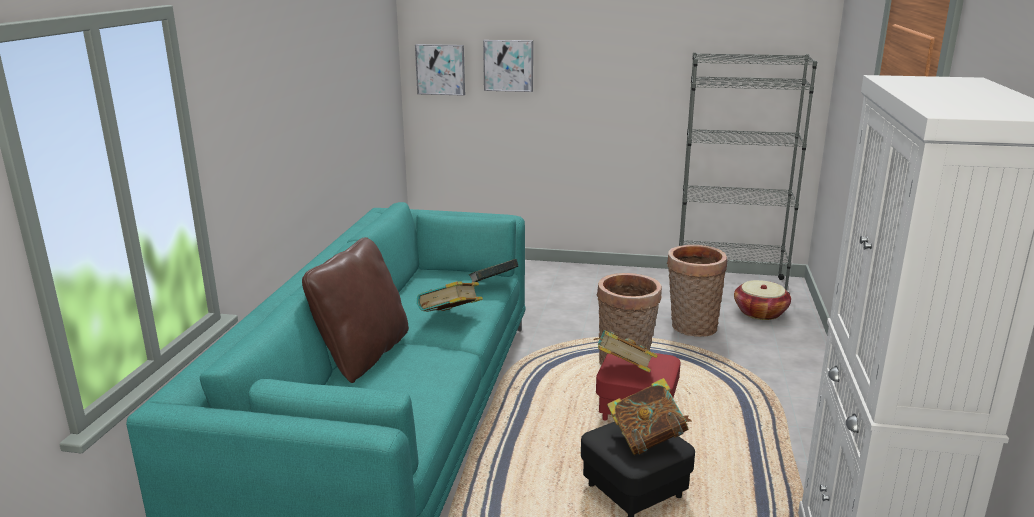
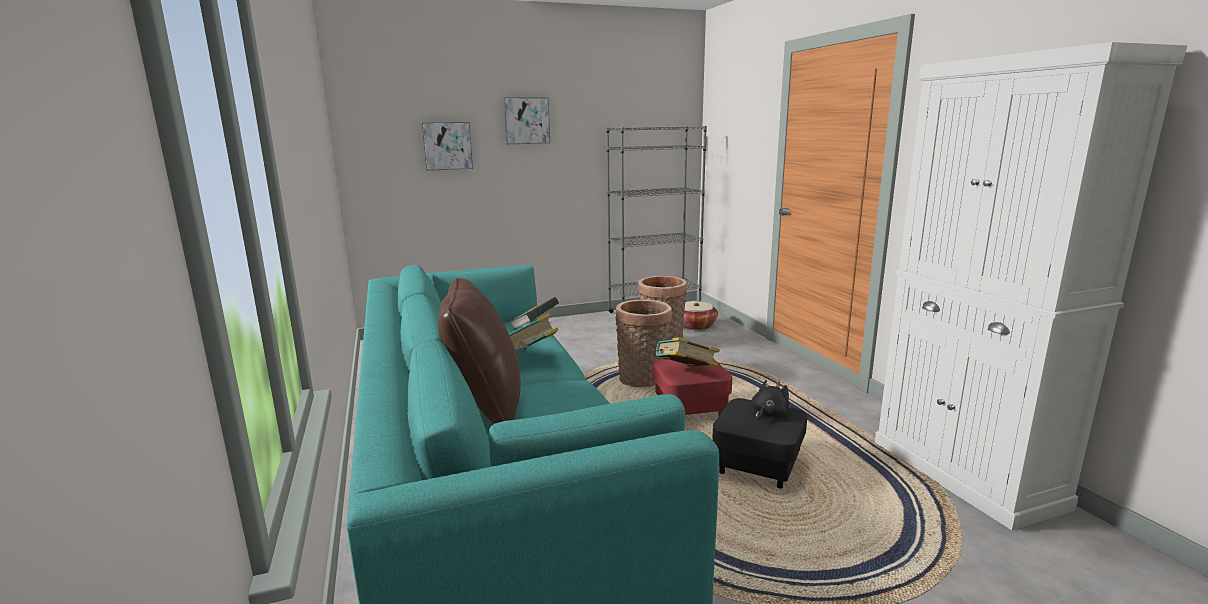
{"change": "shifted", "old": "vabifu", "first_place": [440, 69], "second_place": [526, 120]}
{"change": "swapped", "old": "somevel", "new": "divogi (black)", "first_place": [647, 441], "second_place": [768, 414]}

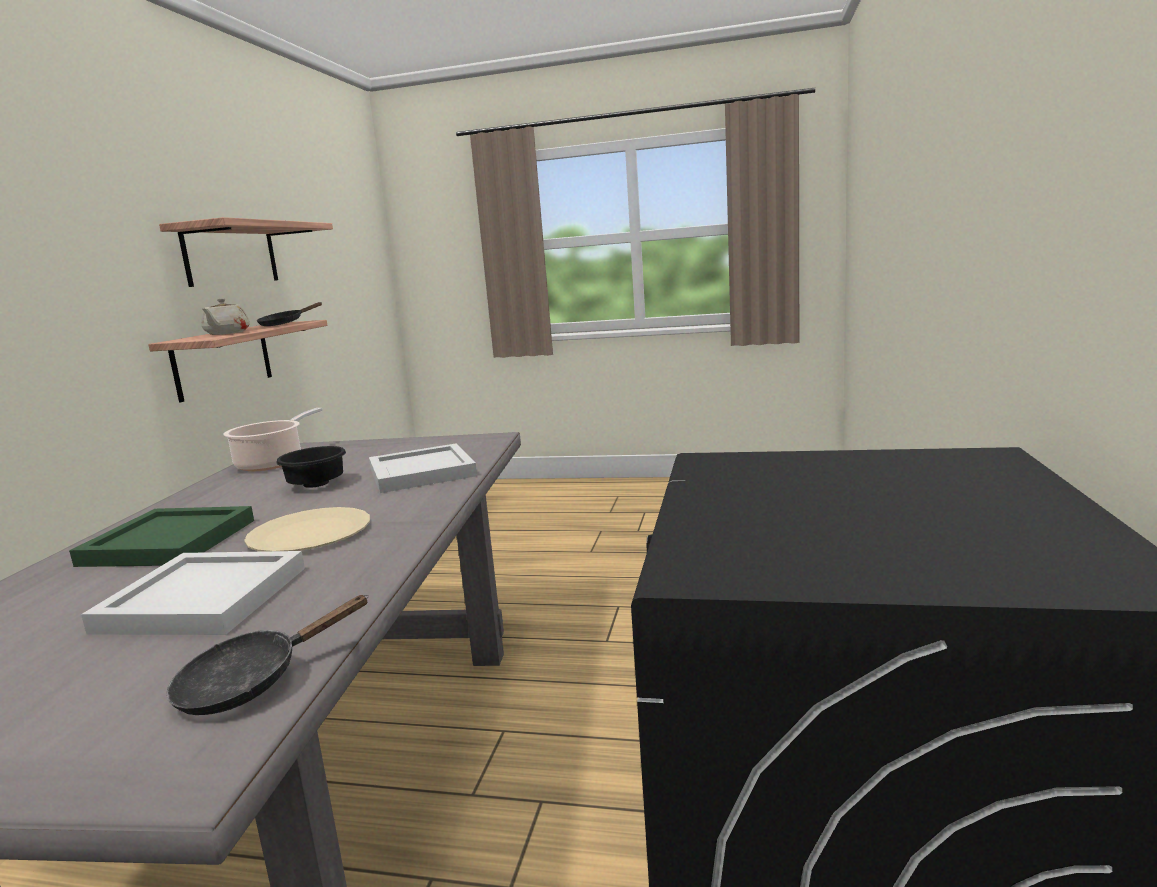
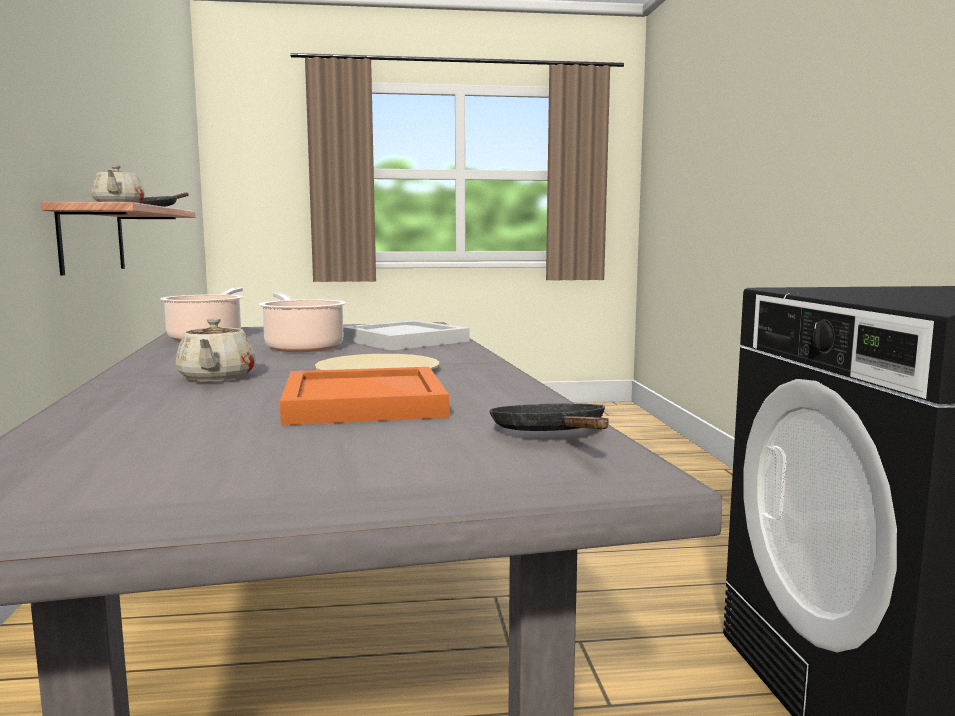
{"change": "swapped", "old": "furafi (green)", "new": "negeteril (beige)", "first_place": [169, 541], "second_place": [216, 378]}
{"change": "swapped", "old": "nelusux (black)", "new": "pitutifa", "first_place": [317, 484], "second_place": [302, 347]}
{"change": "repainted", "old": "furafi (white)", "new": "furafi (orange)", "first_place": [207, 597], "second_place": [366, 402]}
{"change": "rotated", "old": "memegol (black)", "first_place": [252, 682], "second_place": [552, 435], "degrees": 135}
{"change": "gone", "old": "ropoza", "first_place": [231, 255]}

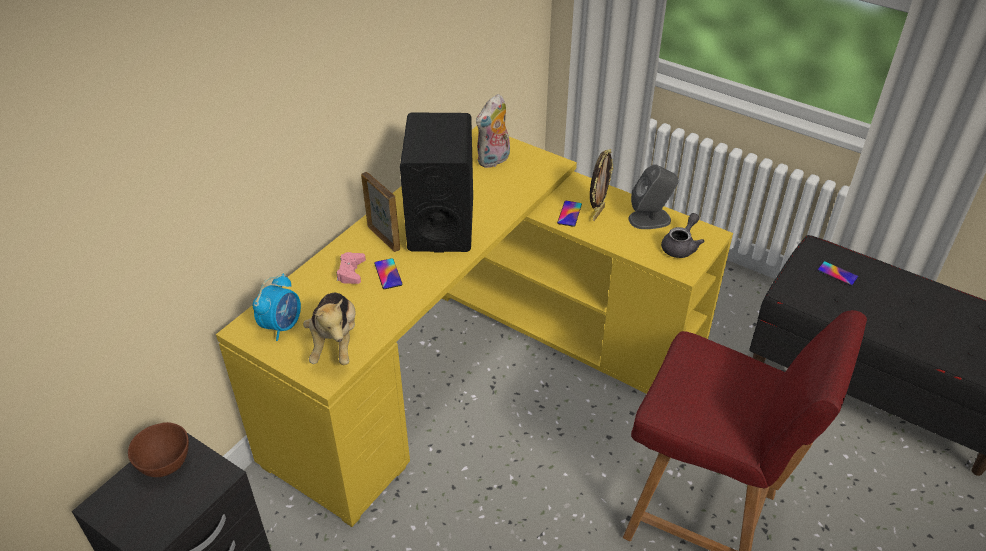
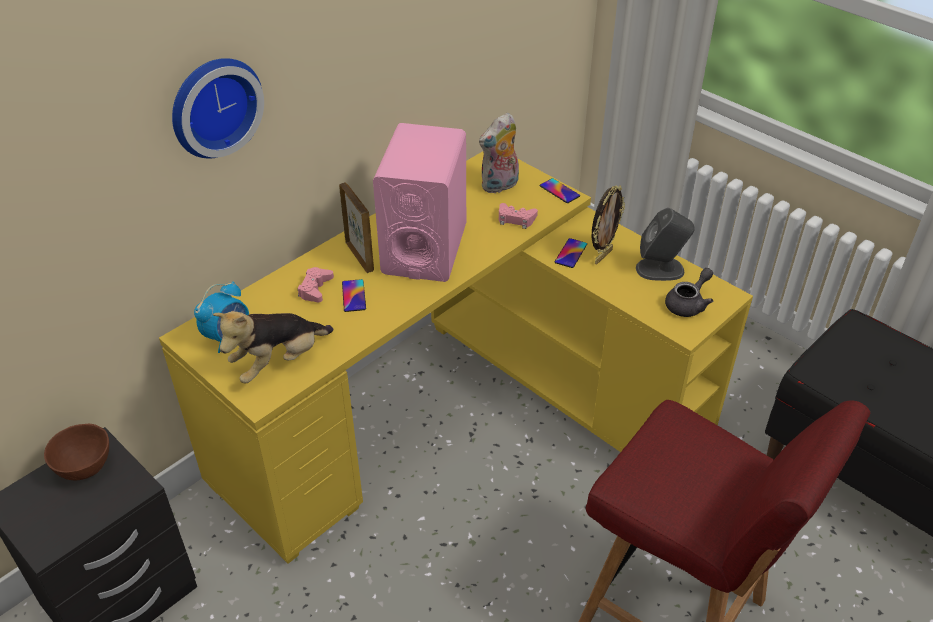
{"change": "new", "new": "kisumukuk", "second_place": [213, 105]}
{"change": "rotated", "old": "divogi", "first_place": [335, 342], "second_place": [278, 362], "degrees": 45}
{"change": "repainted", "old": "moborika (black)", "new": "moborika (pink)", "first_place": [441, 224], "second_place": [424, 248]}
{"change": "new", "new": "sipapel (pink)", "second_place": [516, 219]}
{"change": "shifted", "old": "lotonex", "first_place": [837, 274], "second_place": [559, 191]}

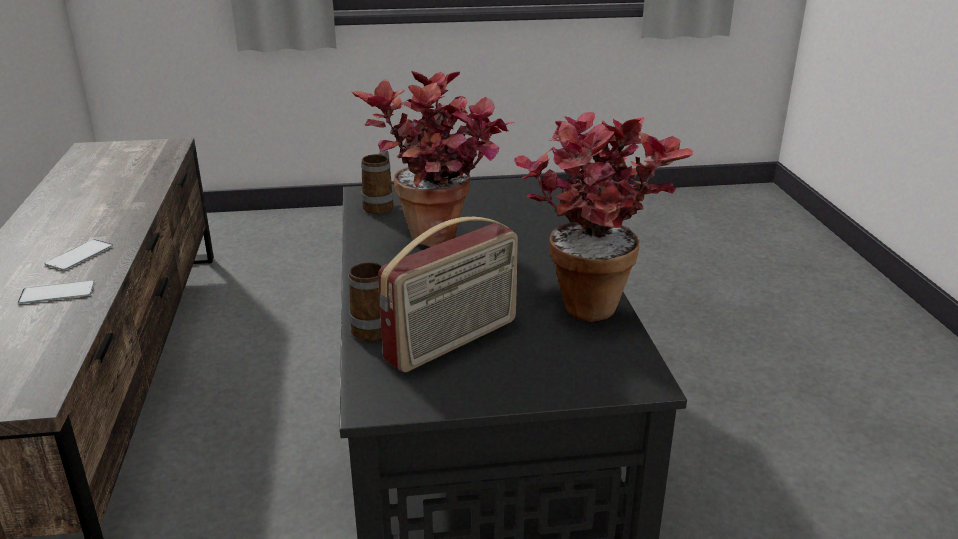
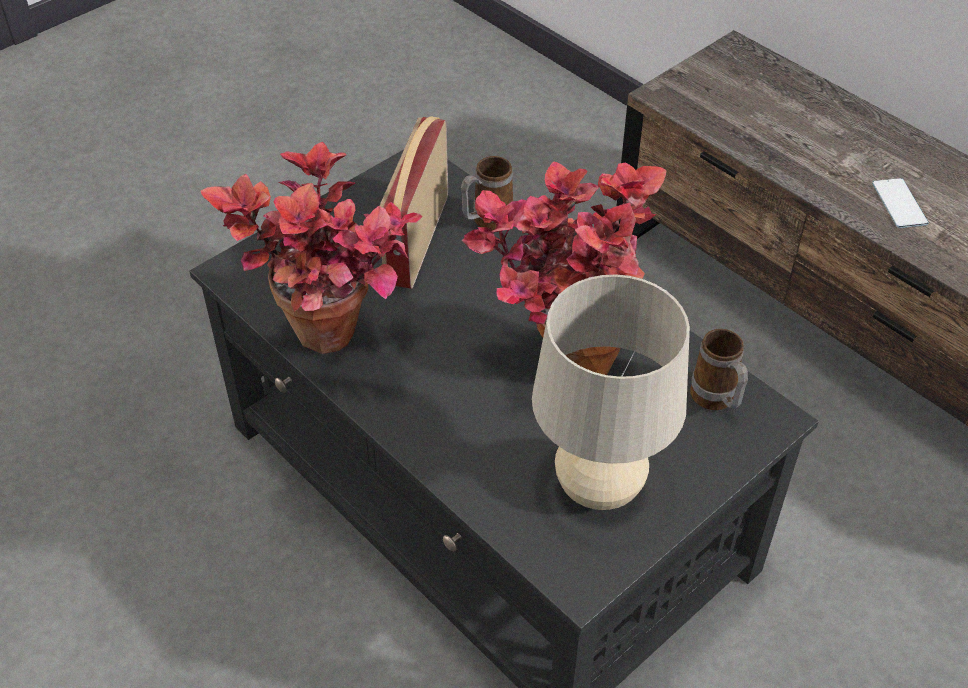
{"change": "new", "new": "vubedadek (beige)", "second_place": [598, 488]}
{"change": "gone", "old": "lotonex", "first_place": [57, 293]}

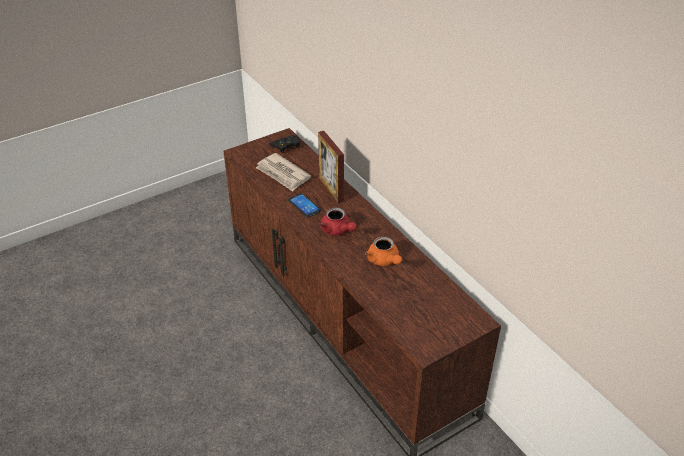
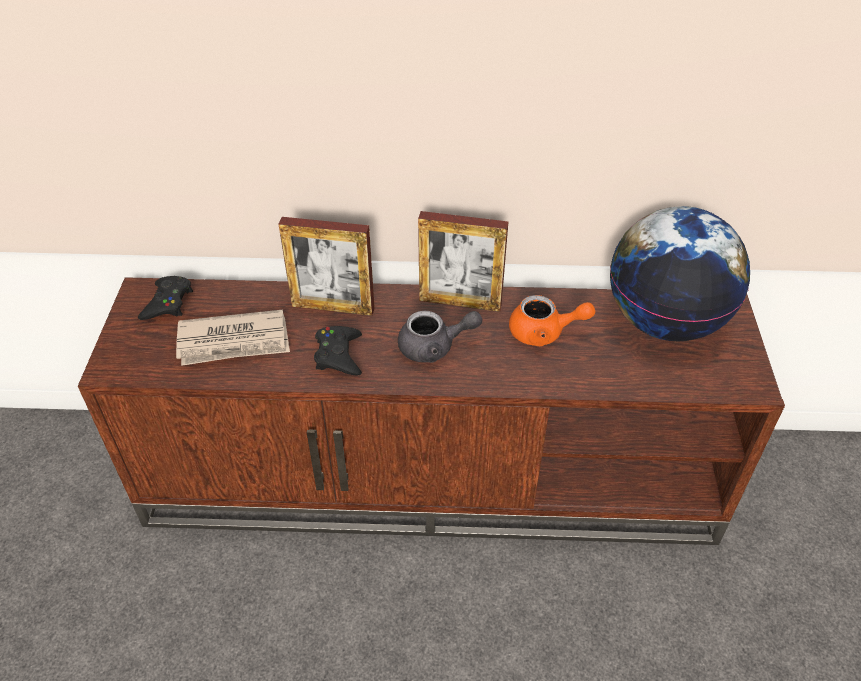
{"change": "swapped", "old": "lotonex", "new": "sipapel (black)", "first_place": [304, 205], "second_place": [339, 355]}
{"change": "repainted", "old": "negeteril (red)", "new": "negeteril (grey)", "first_place": [338, 230], "second_place": [434, 347]}
{"change": "new", "new": "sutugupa", "second_place": [460, 302]}
{"change": "new", "new": "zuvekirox", "second_place": [665, 321]}

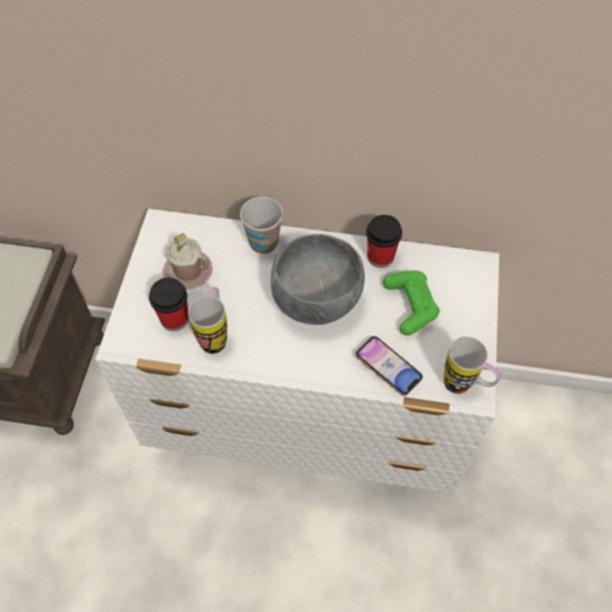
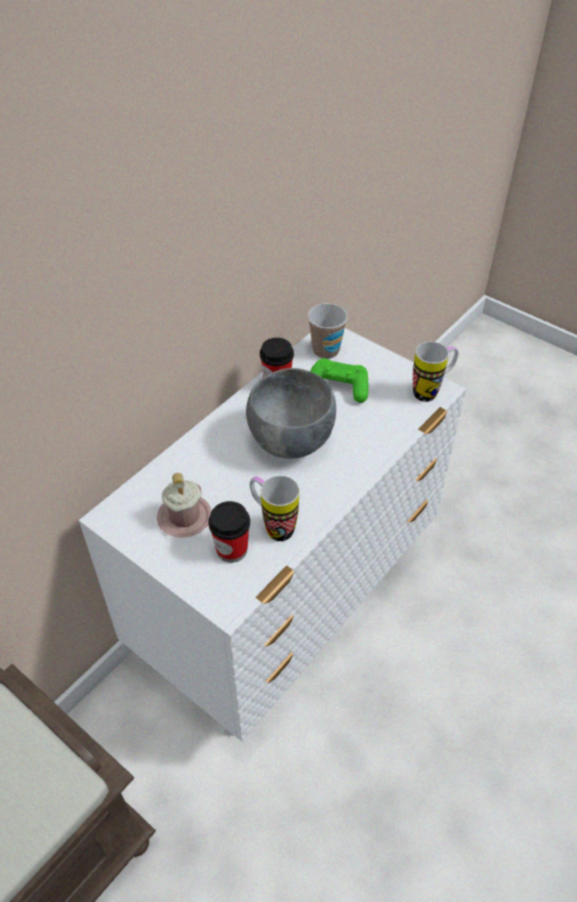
{"change": "shifted", "old": "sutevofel", "first_place": [263, 243], "second_place": [326, 350]}
{"change": "gone", "old": "lotonex", "first_place": [388, 368]}

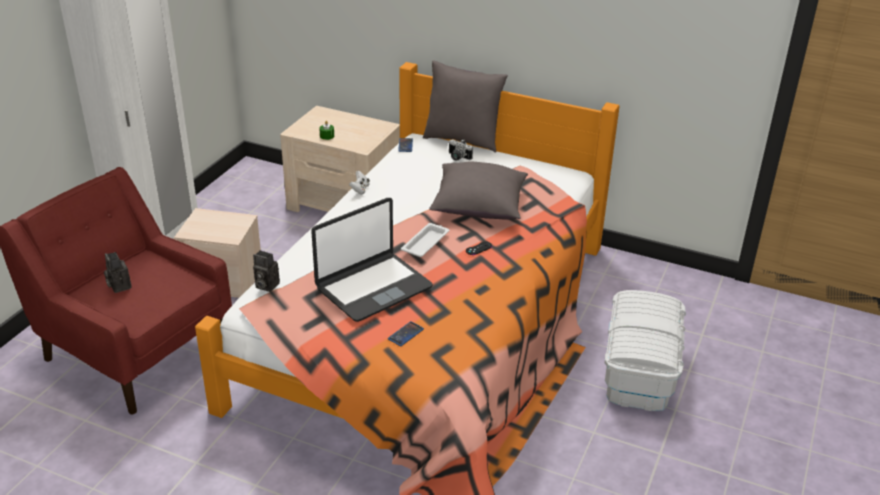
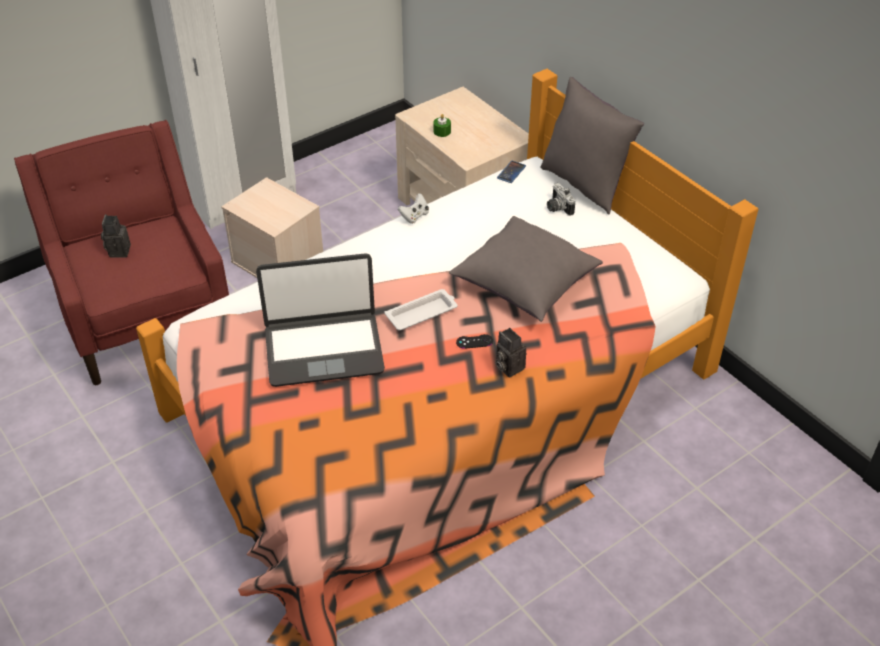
{"change": "shifted", "old": "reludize", "first_place": [265, 285], "second_place": [508, 367]}
{"change": "gone", "old": "lotonex", "first_place": [405, 334]}
{"change": "gone", "old": "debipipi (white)", "first_place": [640, 370]}

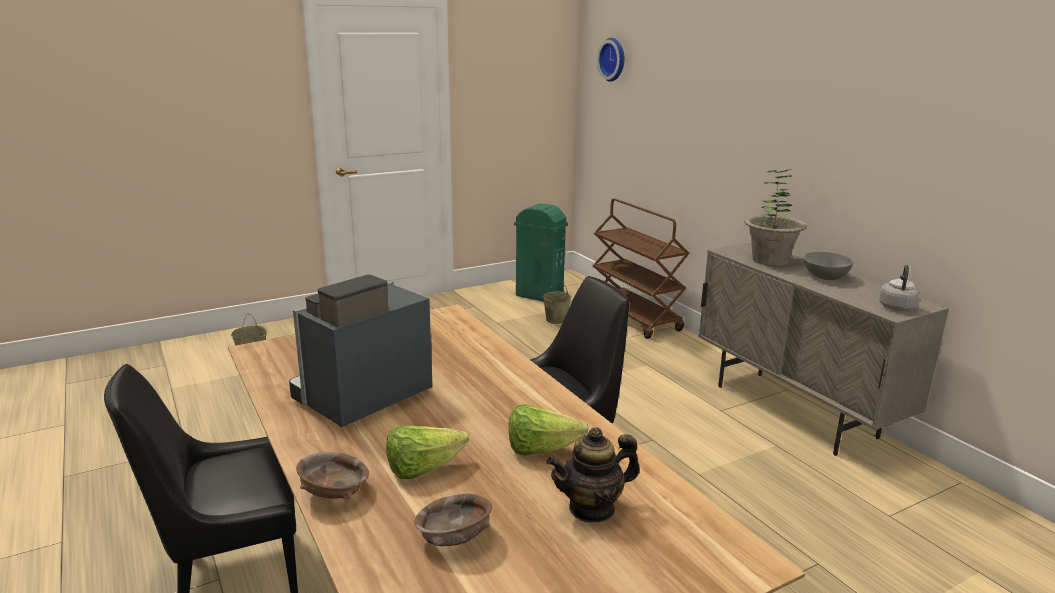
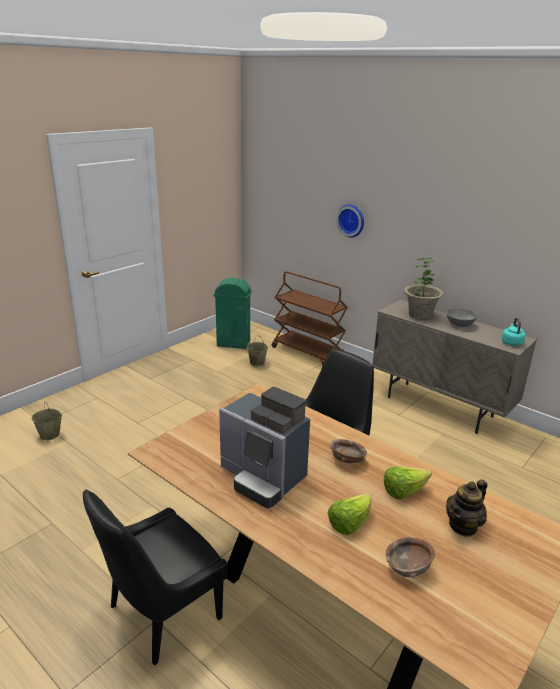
{"change": "rotated", "old": "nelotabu", "first_place": [360, 398], "second_place": [263, 477], "degrees": -75}
{"change": "shifted", "old": "nelusux (brown)", "first_place": [334, 492], "second_place": [347, 460]}
{"change": "shifted", "old": "kisumukuk", "first_place": [614, 59], "second_place": [351, 220]}
{"change": "repainted", "old": "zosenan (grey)", "new": "zosenan (turquoise)", "first_place": [897, 306], "second_place": [511, 342]}

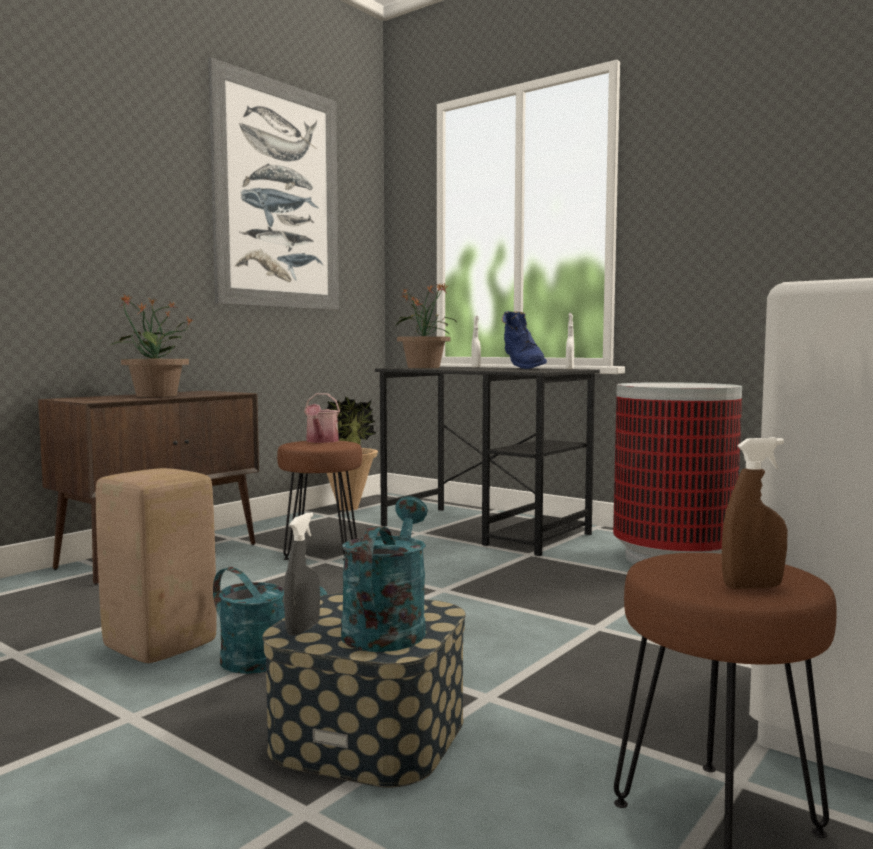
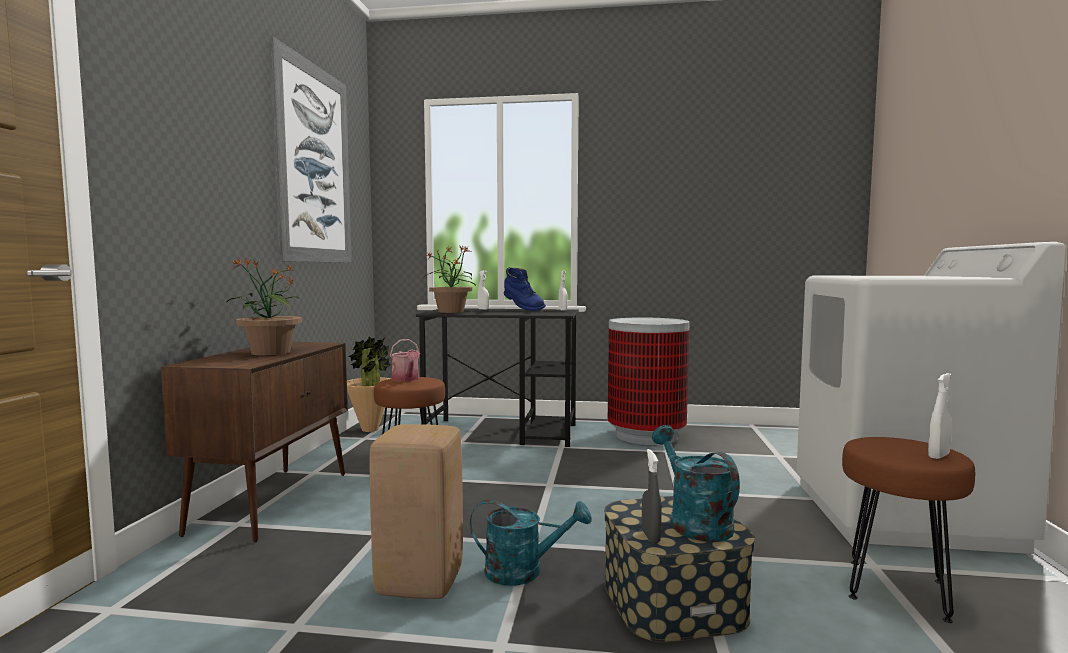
{"change": "repainted", "old": "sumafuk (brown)", "new": "sumafuk (white)", "first_place": [752, 587], "second_place": [939, 456]}

